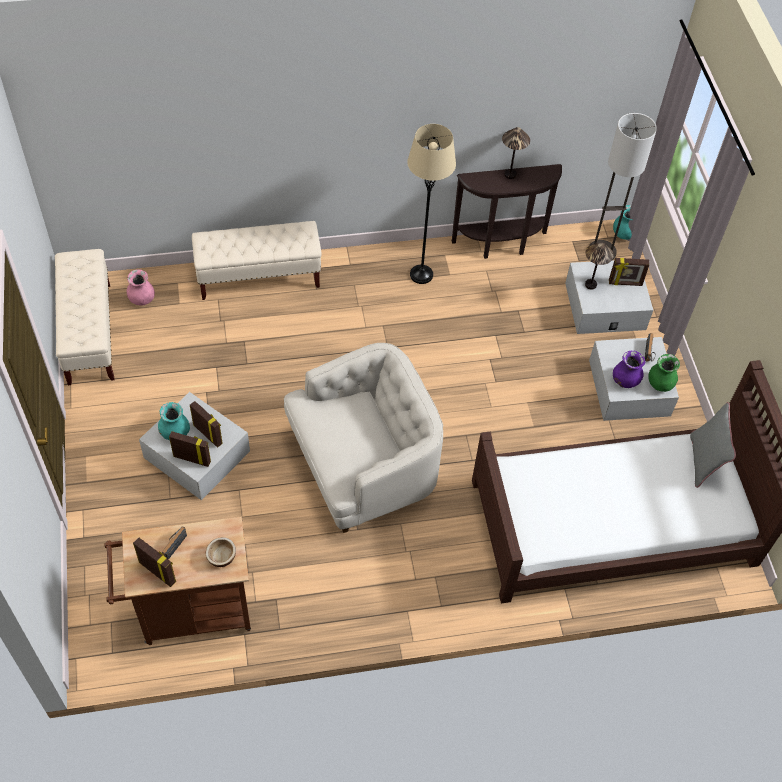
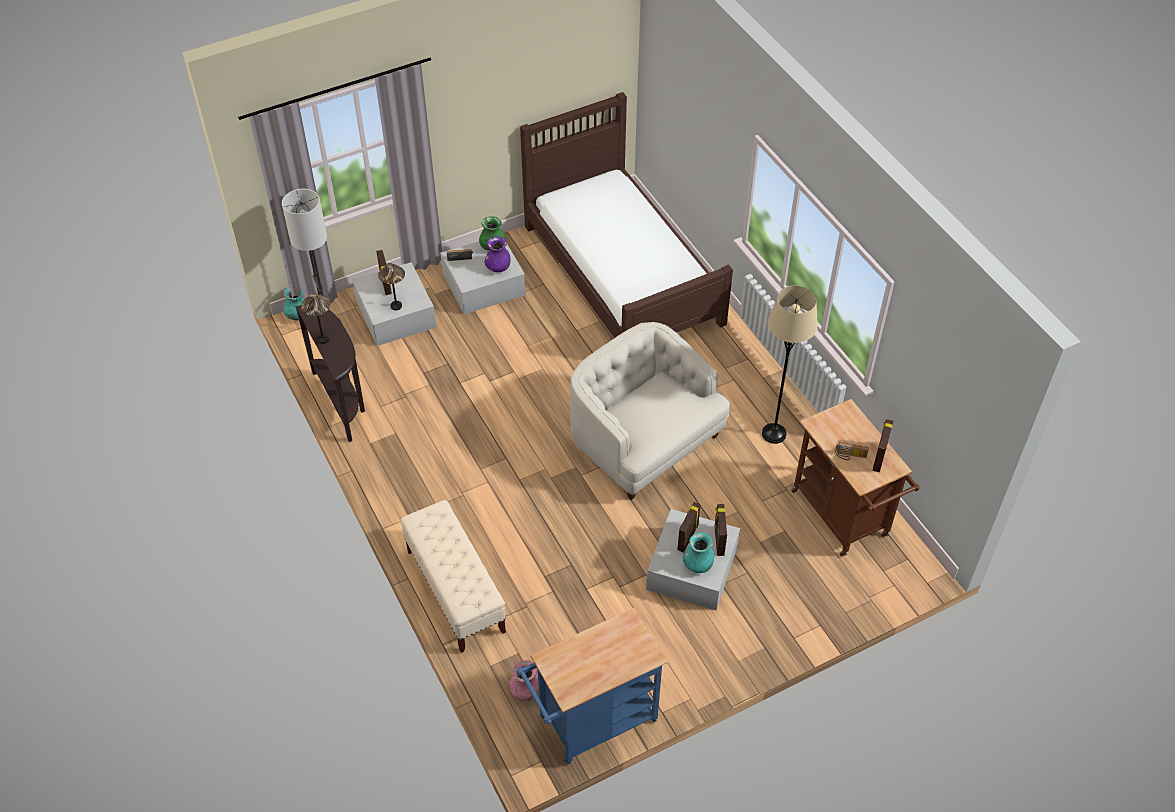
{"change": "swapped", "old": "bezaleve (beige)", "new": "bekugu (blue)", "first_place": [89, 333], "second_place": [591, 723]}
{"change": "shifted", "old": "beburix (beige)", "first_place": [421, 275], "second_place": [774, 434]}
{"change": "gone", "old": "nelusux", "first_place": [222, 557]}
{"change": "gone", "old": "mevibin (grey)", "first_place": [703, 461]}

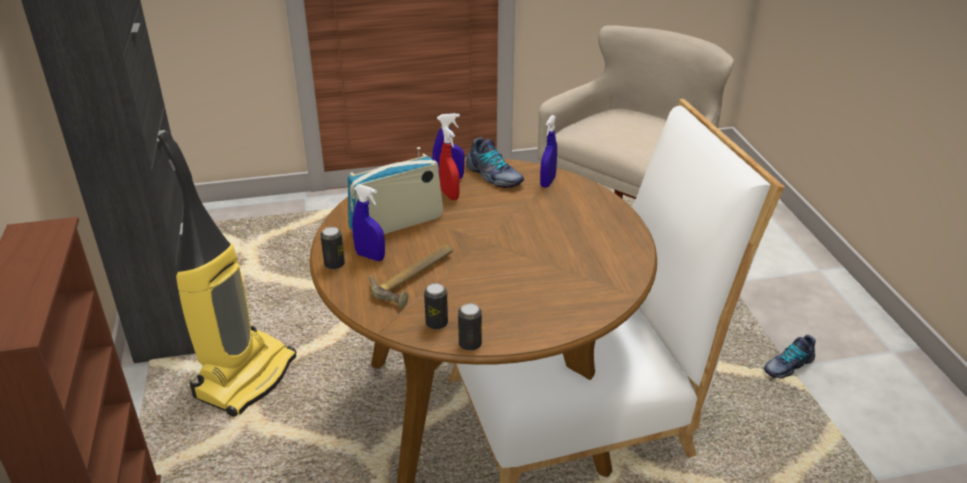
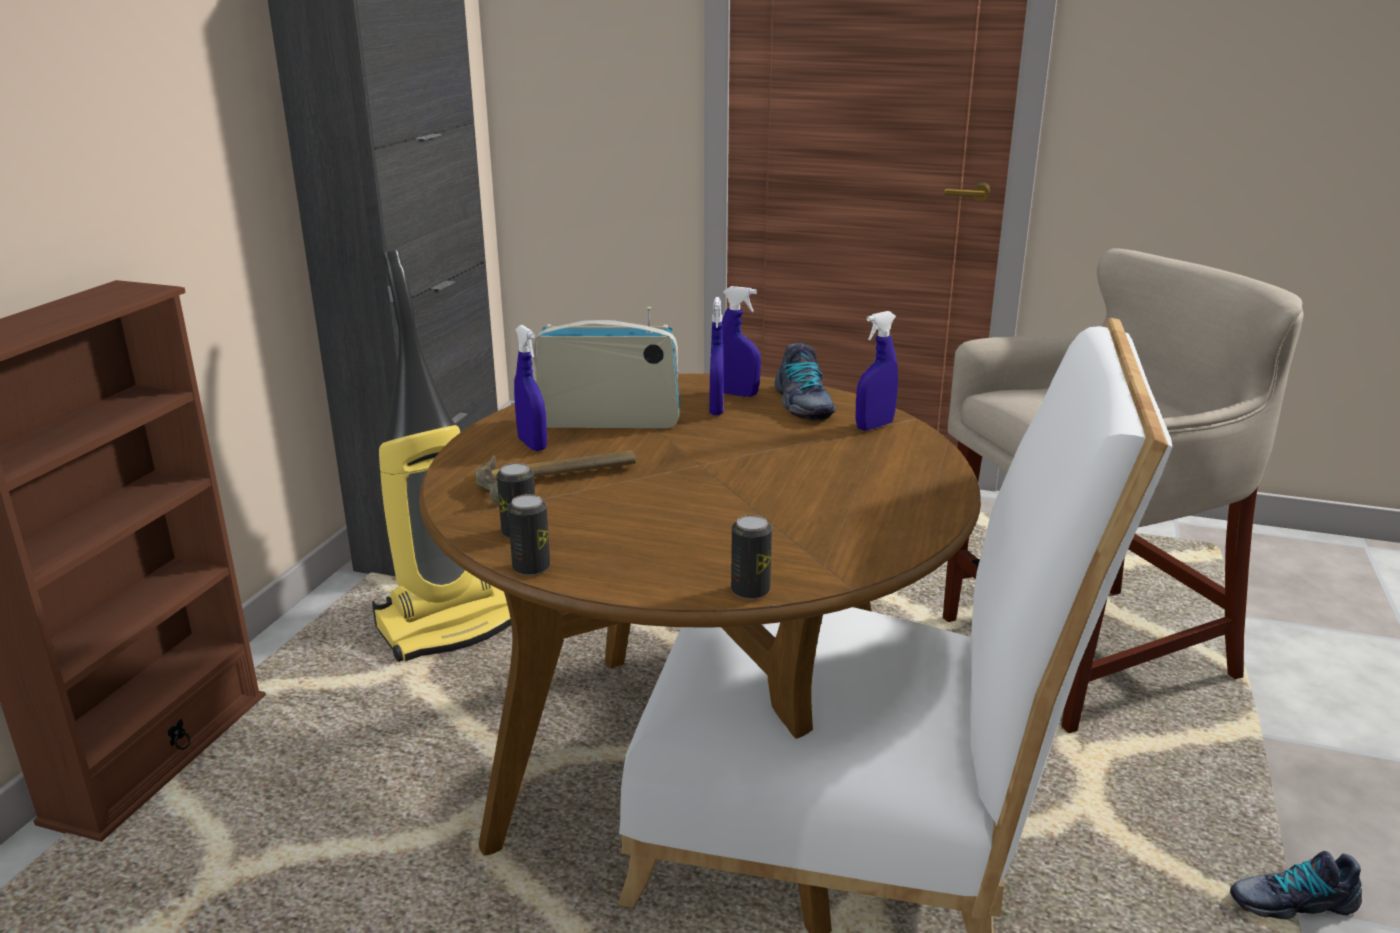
{"change": "repainted", "old": "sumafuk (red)", "new": "sumafuk (blue)", "first_place": [449, 195], "second_place": [716, 409]}
{"change": "shifted", "old": "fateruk", "first_place": [334, 264], "second_place": [750, 591]}

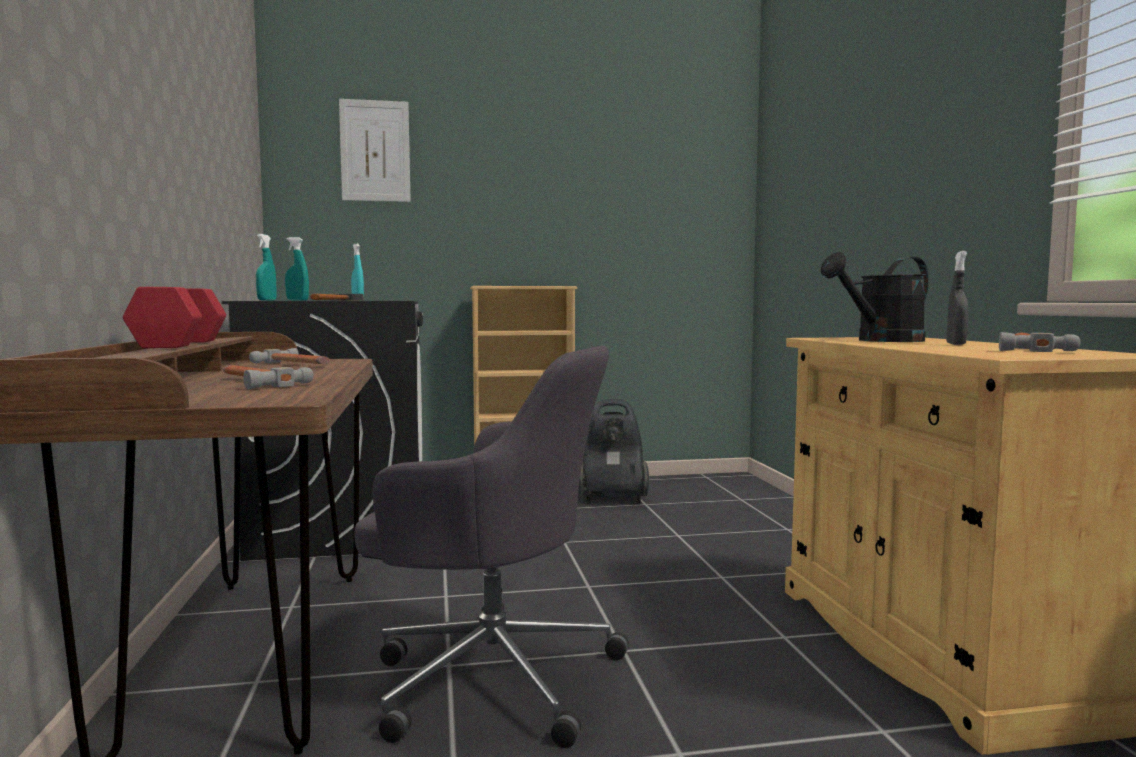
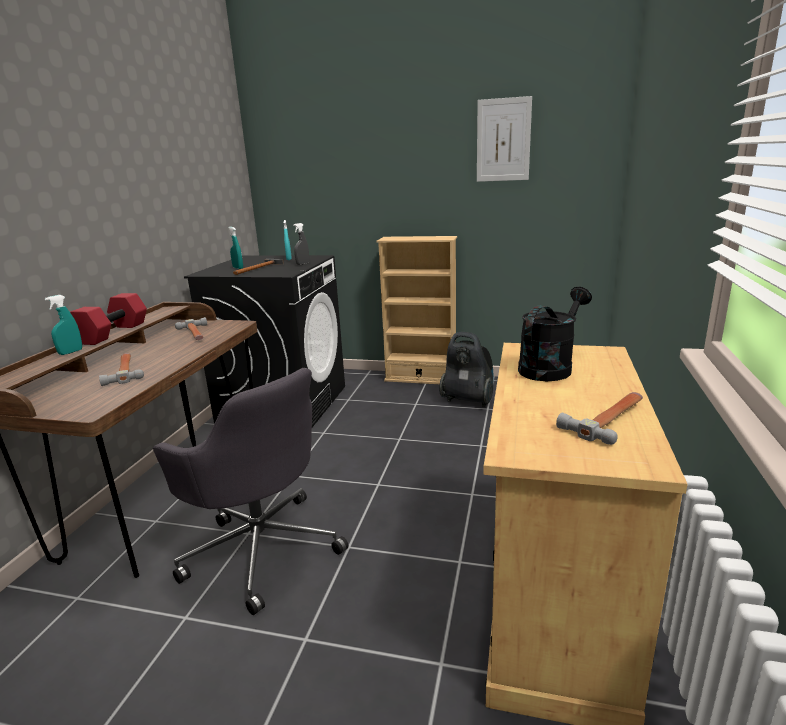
{"change": "shifted", "old": "sumafuk (turquoise)", "first_place": [267, 300], "second_place": [70, 352]}
{"change": "shifted", "old": "sumafuk (grey)", "first_place": [956, 344], "second_place": [302, 264]}
{"change": "shifted", "old": "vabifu", "first_place": [375, 151], "second_place": [503, 140]}
{"change": "rotated", "old": "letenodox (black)", "first_place": [881, 341], "second_place": [549, 367], "degrees": 135}

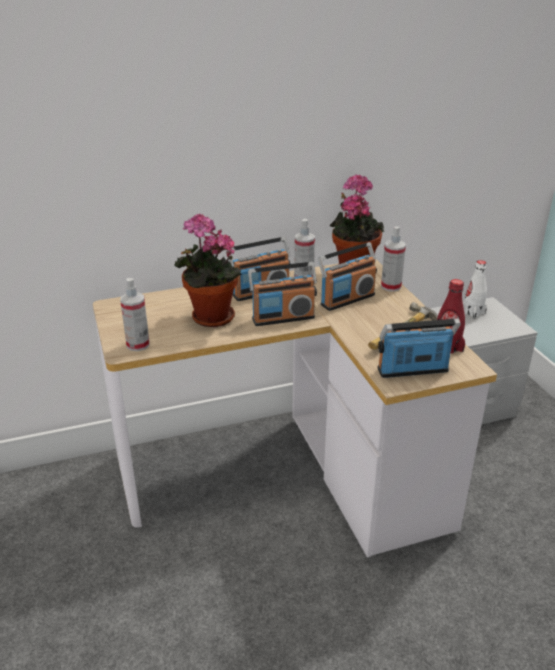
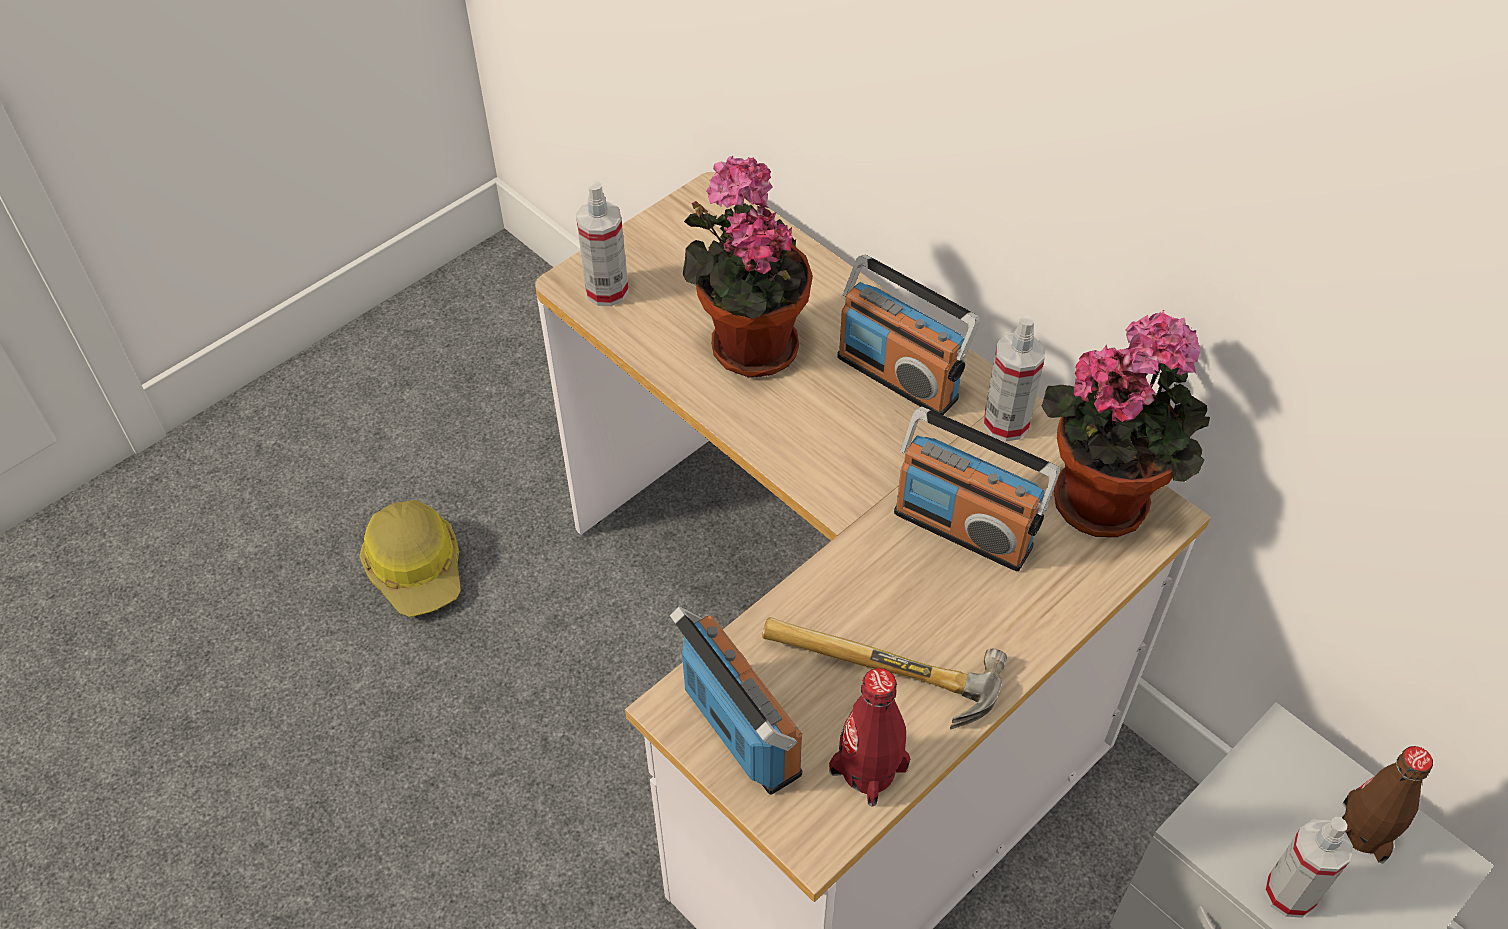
{"change": "new", "new": "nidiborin", "second_place": [417, 567]}
{"change": "shifted", "old": "sumafuk", "first_place": [391, 286], "second_place": [1290, 893]}
{"change": "repainted", "old": "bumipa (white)", "new": "bumipa (brown)", "first_place": [472, 312], "second_place": [1363, 831]}
{"change": "gone", "old": "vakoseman", "first_place": [283, 318]}

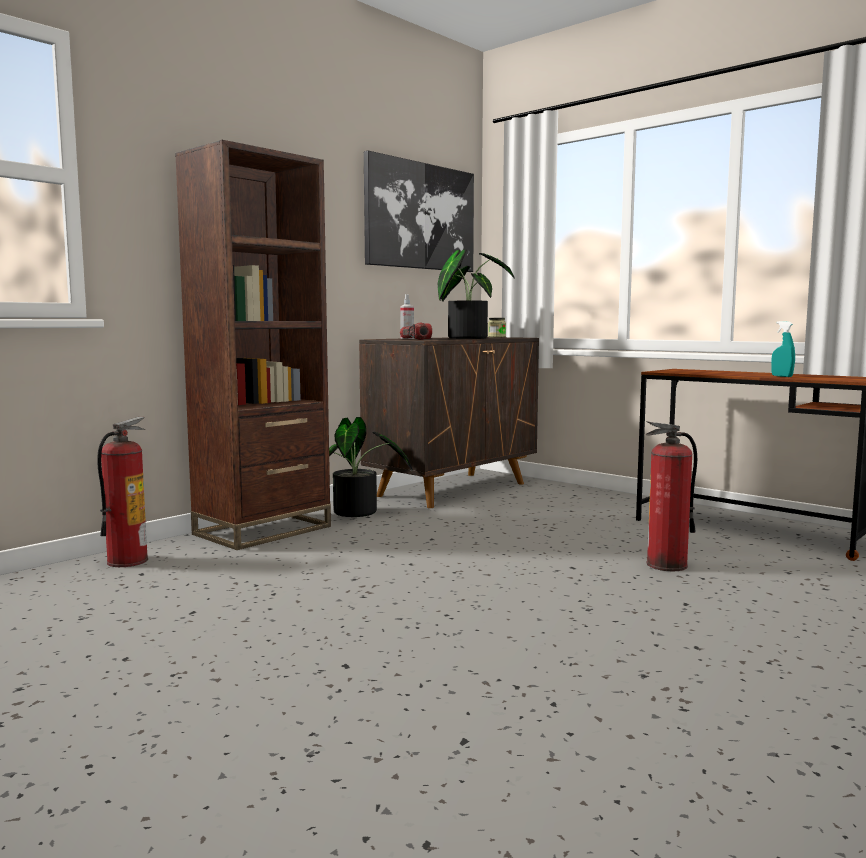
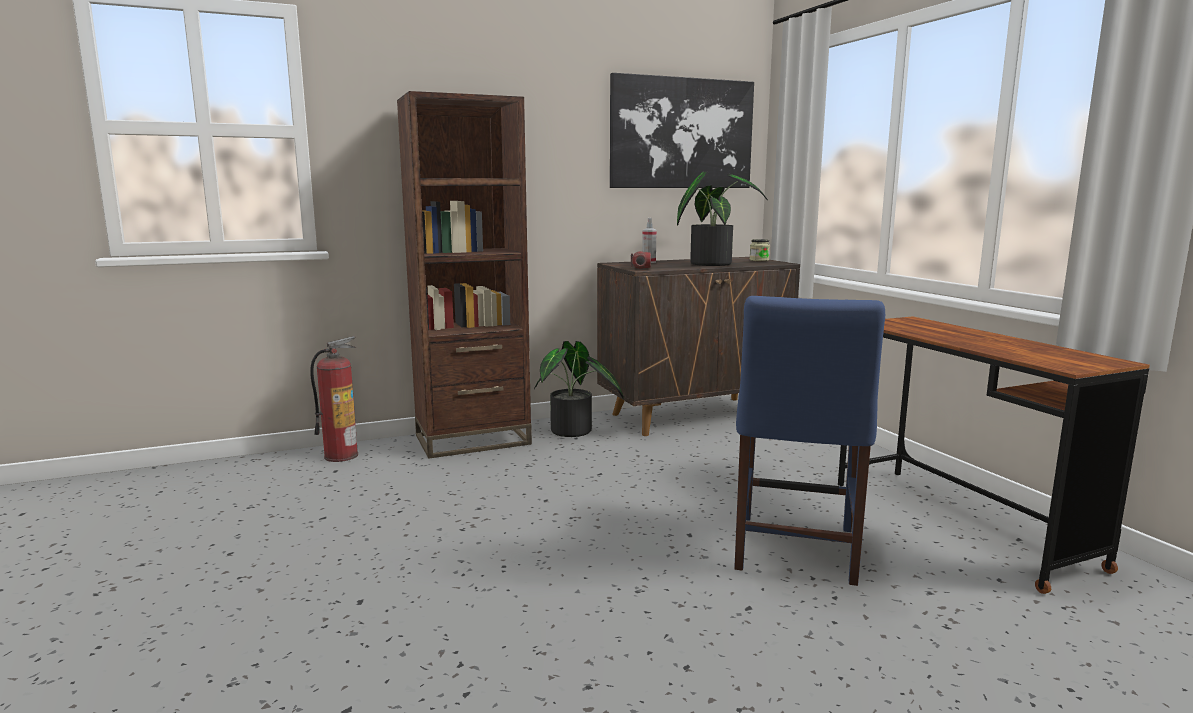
{"change": "swapped", "old": "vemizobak", "new": "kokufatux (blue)", "first_place": [666, 565], "second_place": [794, 552]}
{"change": "gone", "old": "sumafuk (turquoise)", "first_place": [782, 376]}

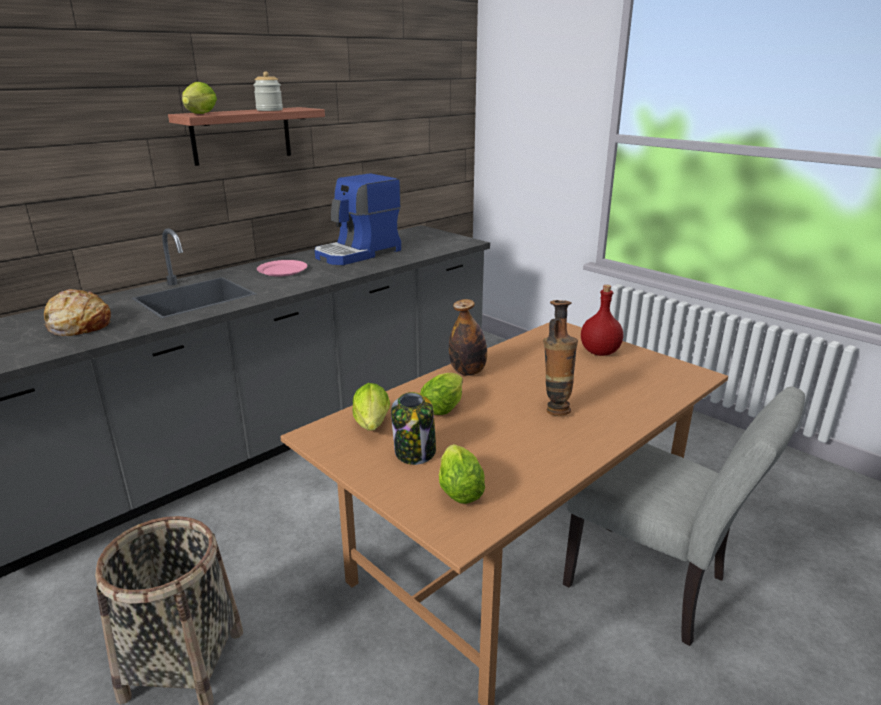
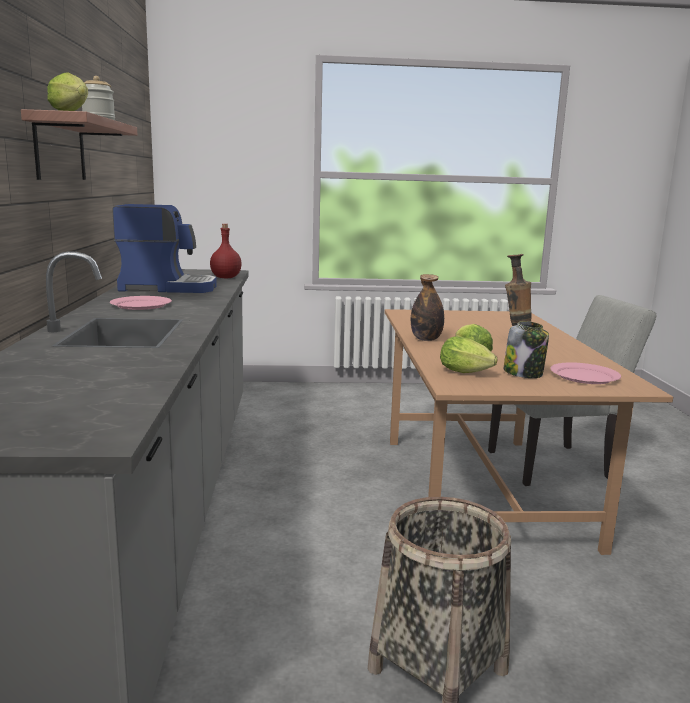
{"change": "rotated", "old": "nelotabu", "first_place": [358, 253], "second_place": [168, 287], "degrees": -90}
{"change": "shifted", "old": "bumipa (red)", "first_place": [599, 352], "second_place": [225, 277]}
{"change": "swapped", "old": "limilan", "new": "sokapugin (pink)", "first_place": [458, 488], "second_place": [584, 376]}
{"change": "gone", "old": "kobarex", "first_place": [79, 325]}

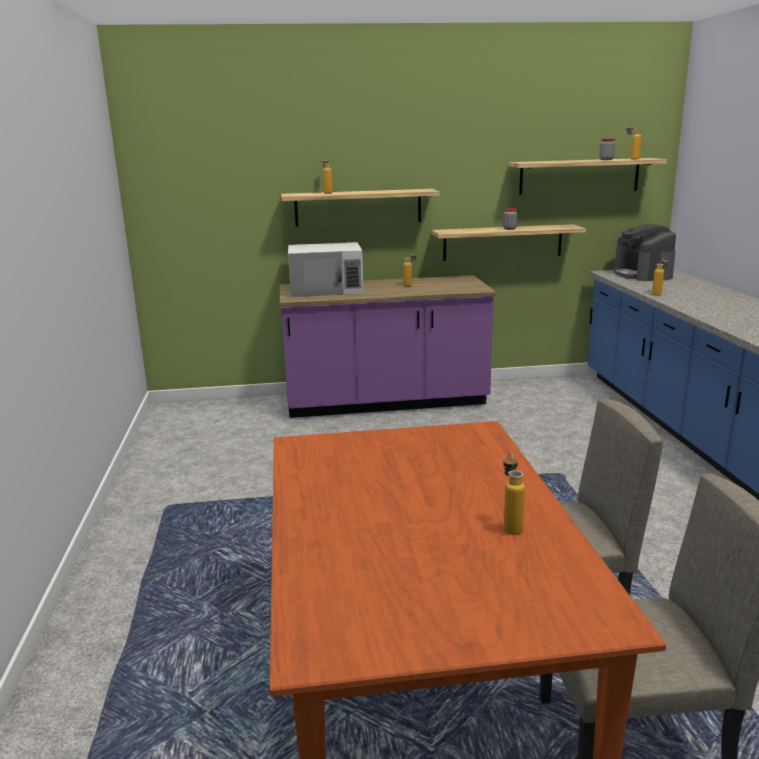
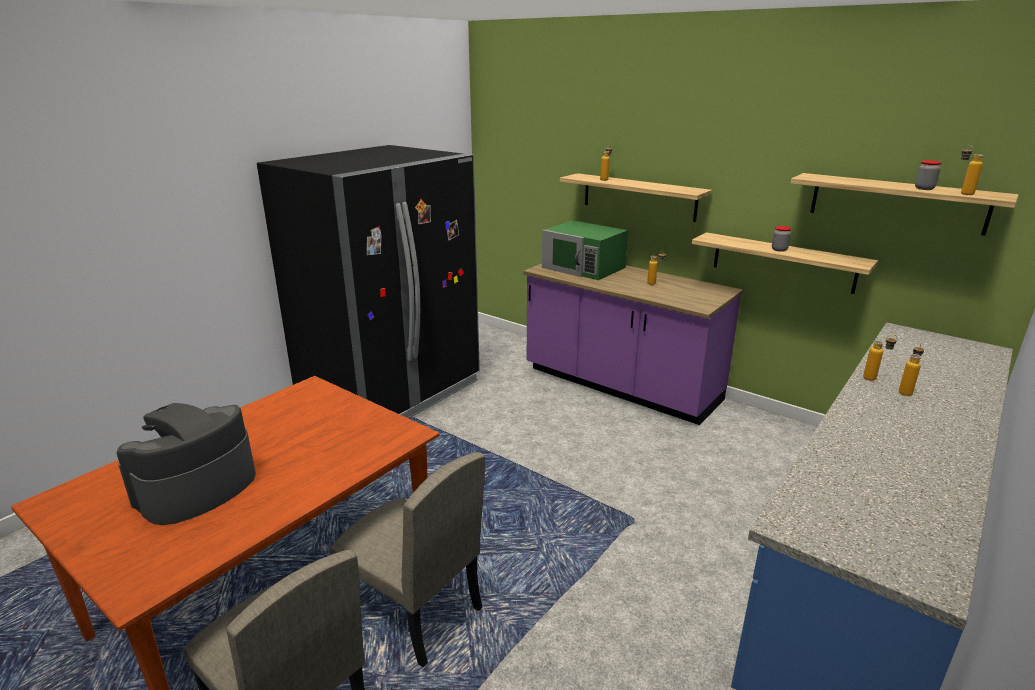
{"change": "shifted", "old": "nelotabu", "first_place": [642, 275], "second_place": [196, 488]}
{"change": "new", "new": "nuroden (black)", "second_place": [391, 393]}
{"change": "repainted", "old": "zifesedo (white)", "new": "zifesedo (green)", "first_place": [326, 289], "second_place": [584, 267]}
{"change": "shifted", "old": "bumipa", "first_place": [510, 526], "second_place": [906, 391]}

